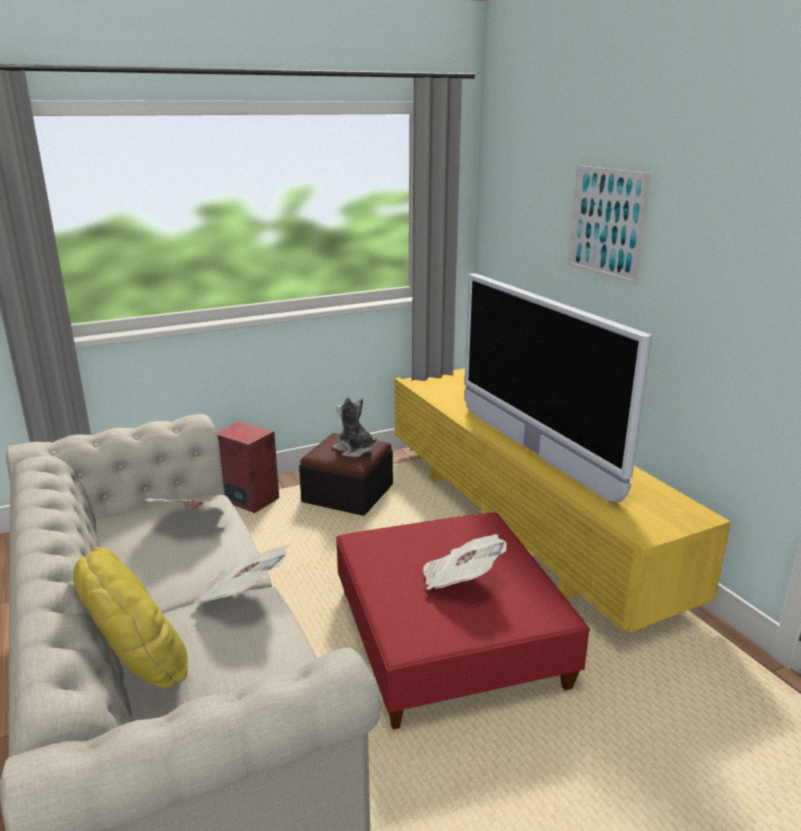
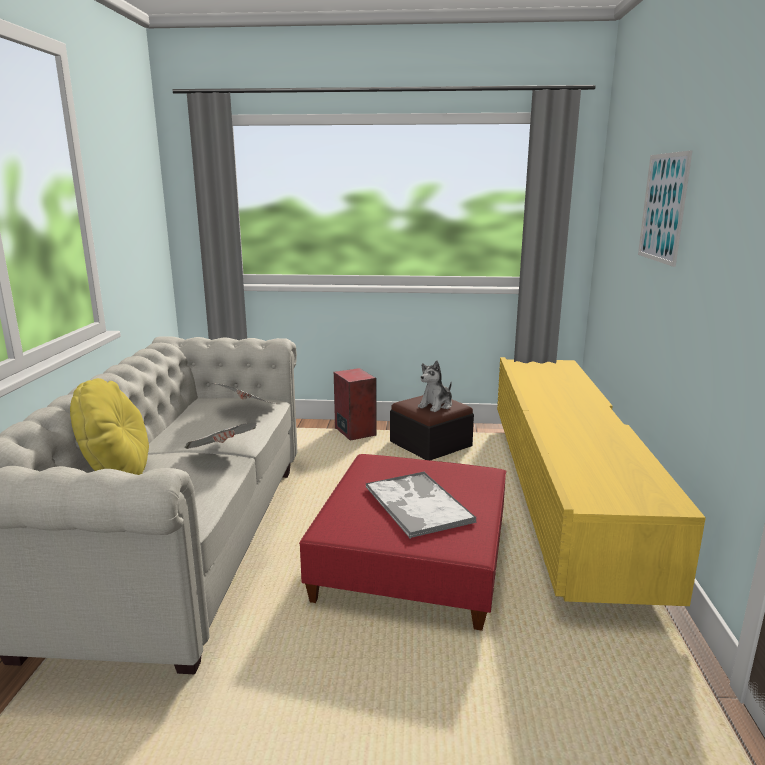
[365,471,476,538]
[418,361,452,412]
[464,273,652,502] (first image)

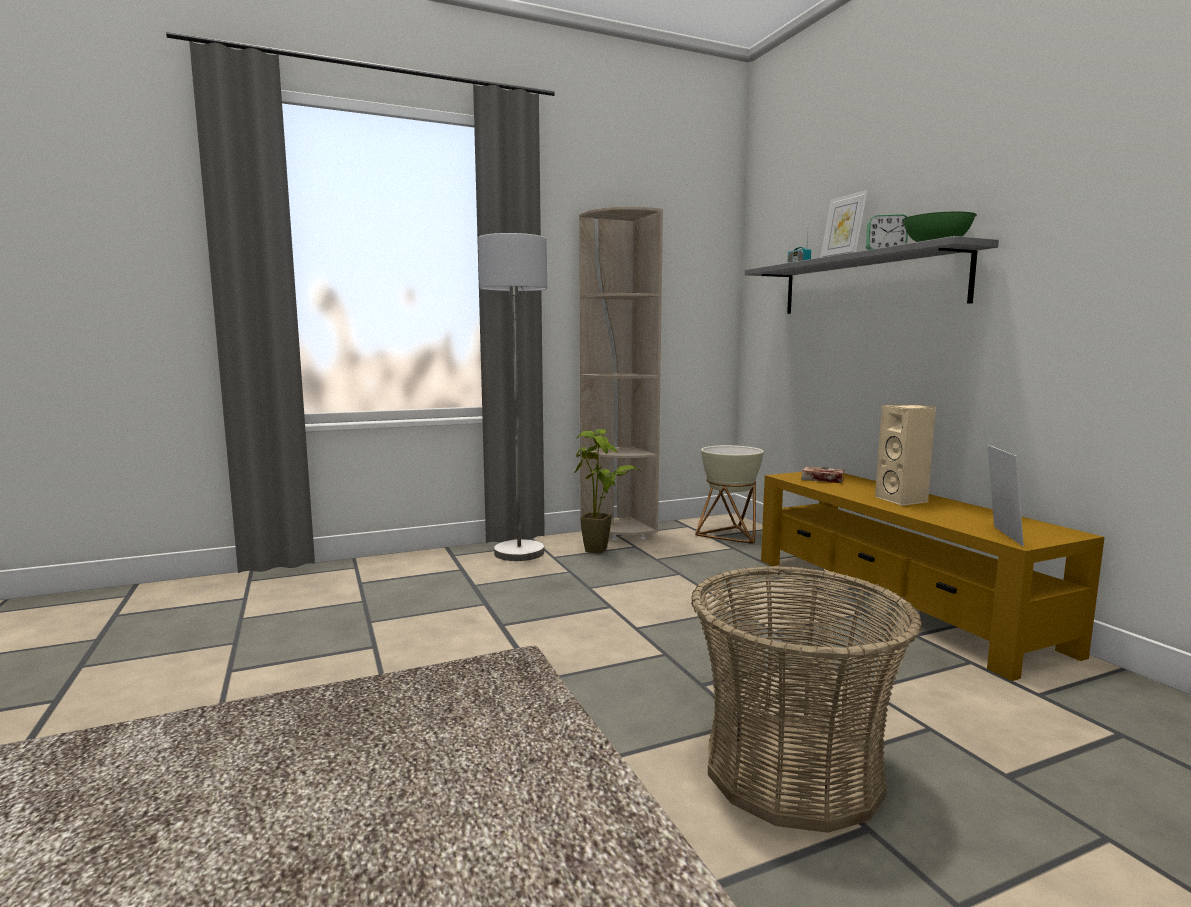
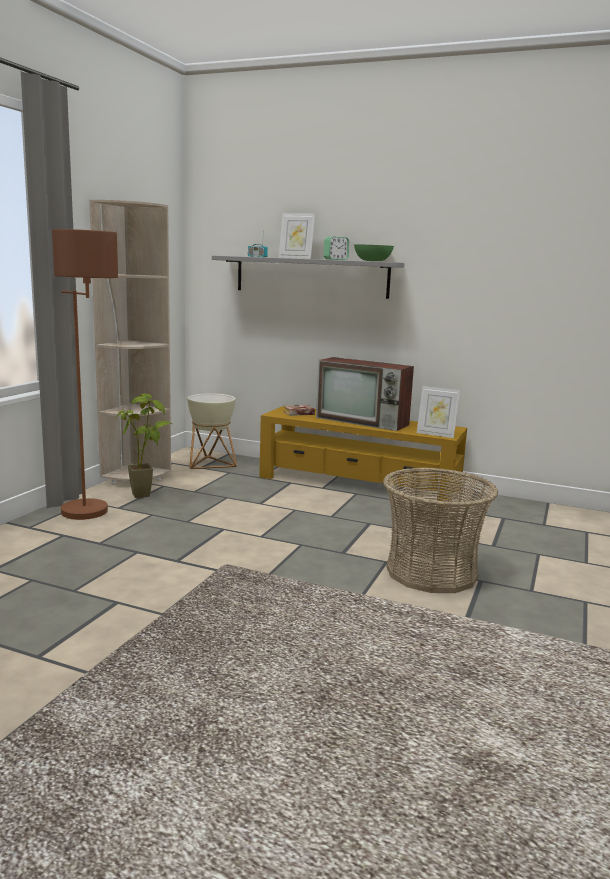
[52,229,118,520]
[316,357,414,431]
[417,386,460,438]

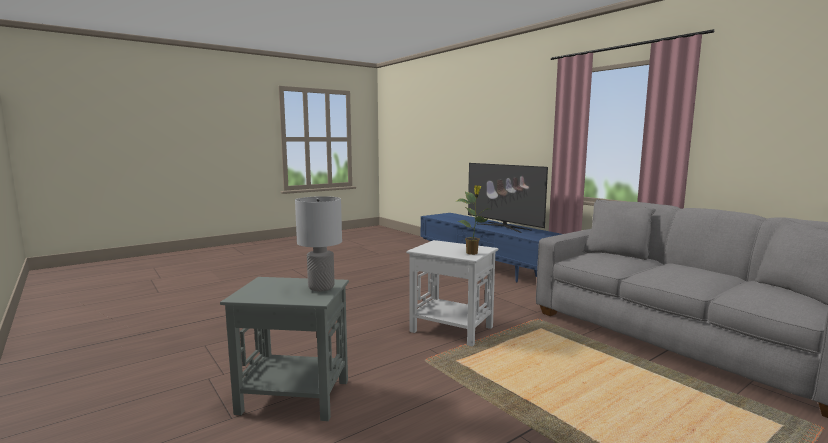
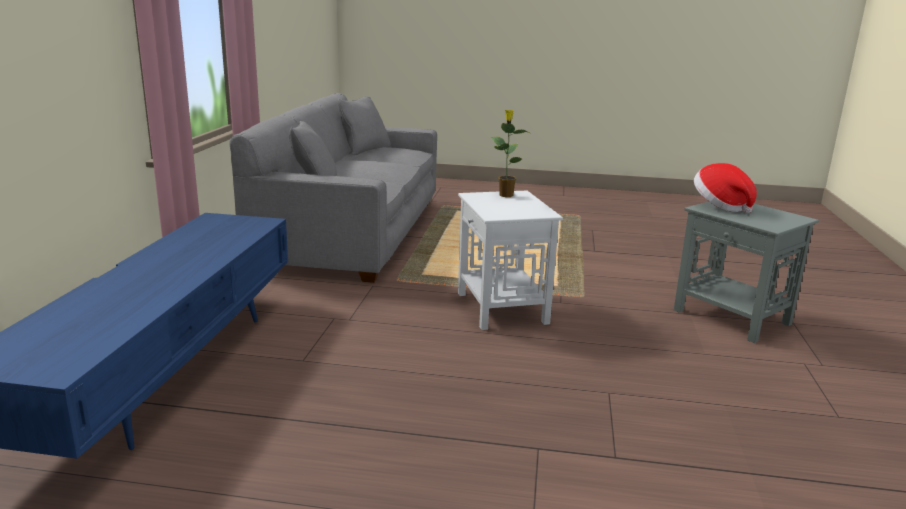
[694,163,757,213]
[468,163,548,233] (first image)

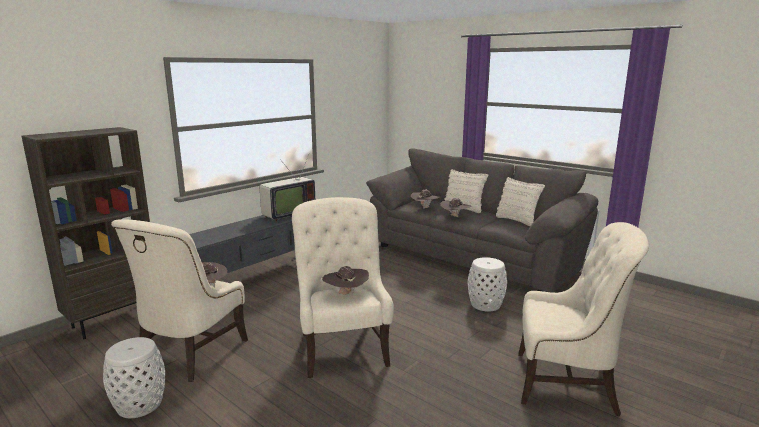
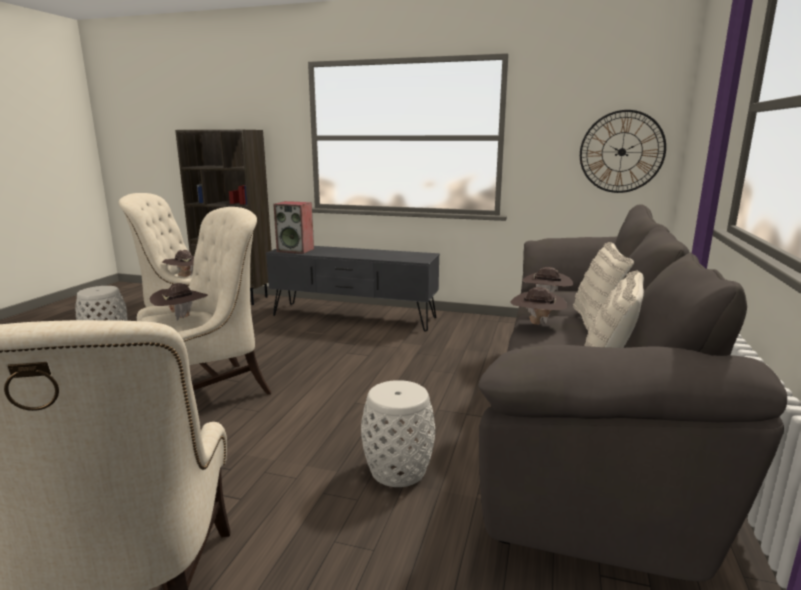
[273,201,314,254]
[580,110,666,193]
[260,155,315,222] (first image)

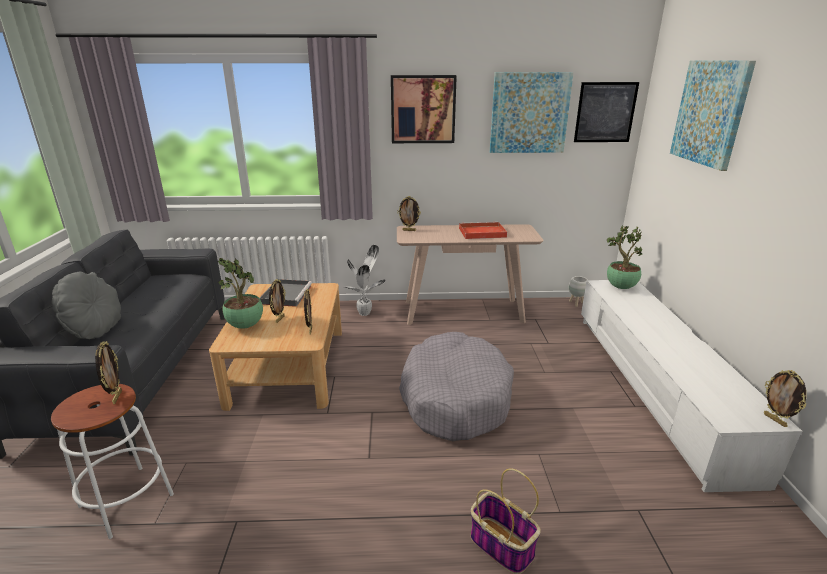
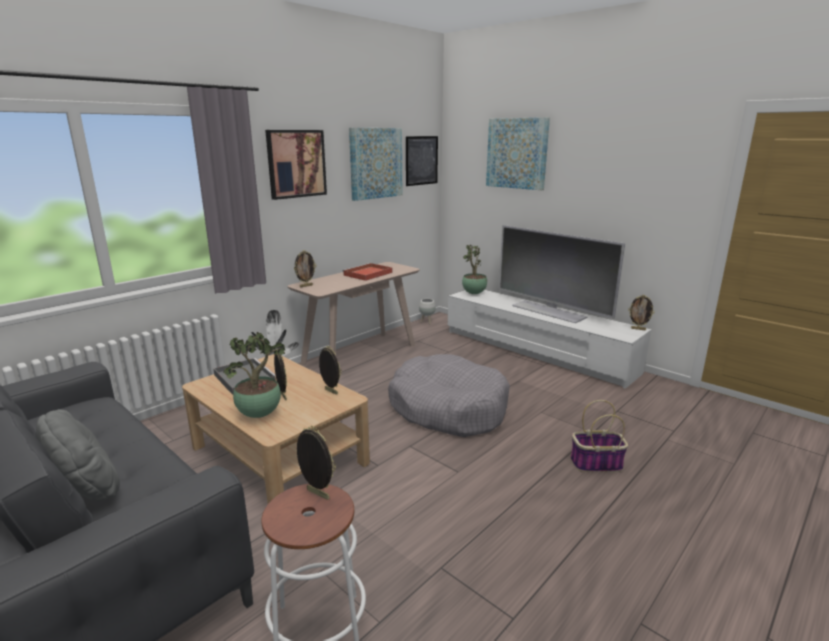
[499,225,625,323]

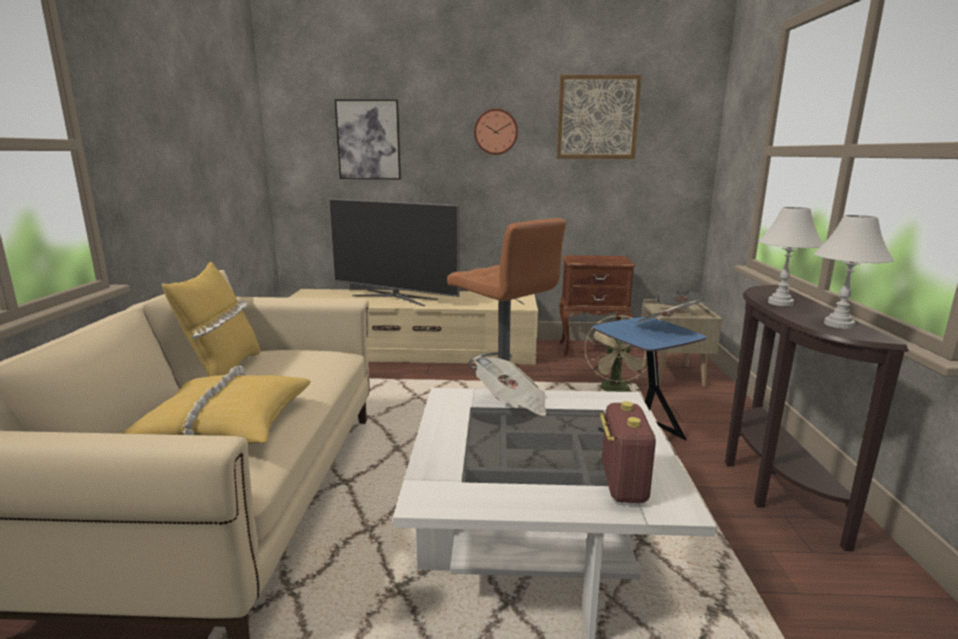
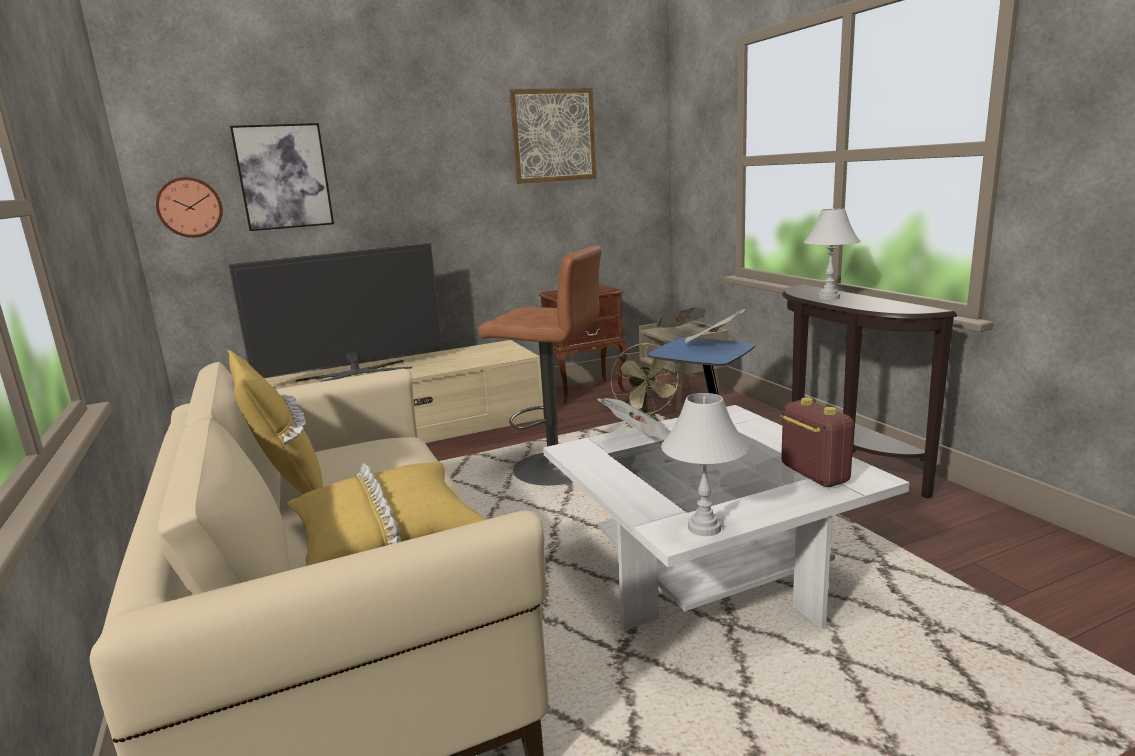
[156,177,223,238]
[228,243,443,382]
[661,393,749,536]

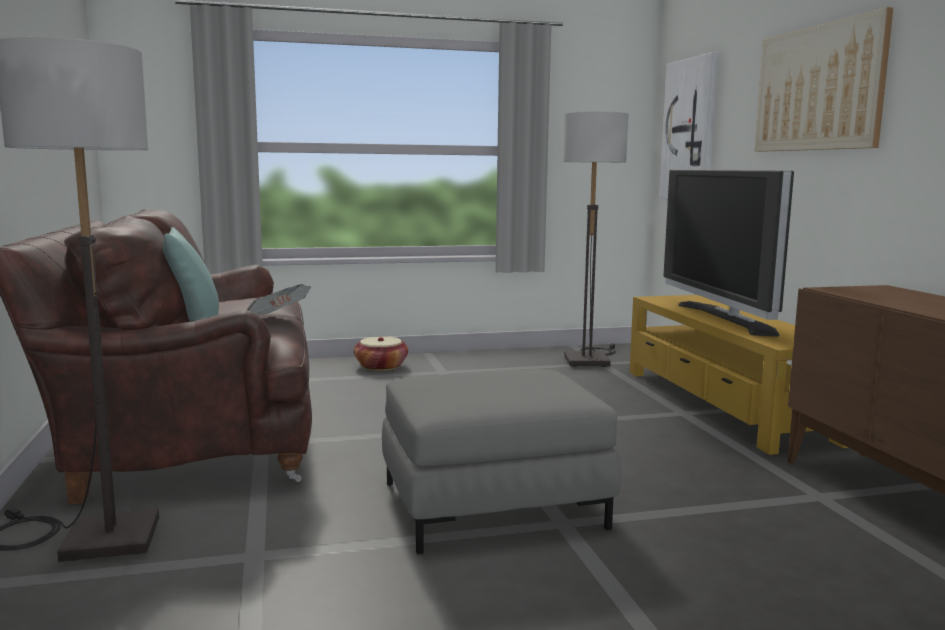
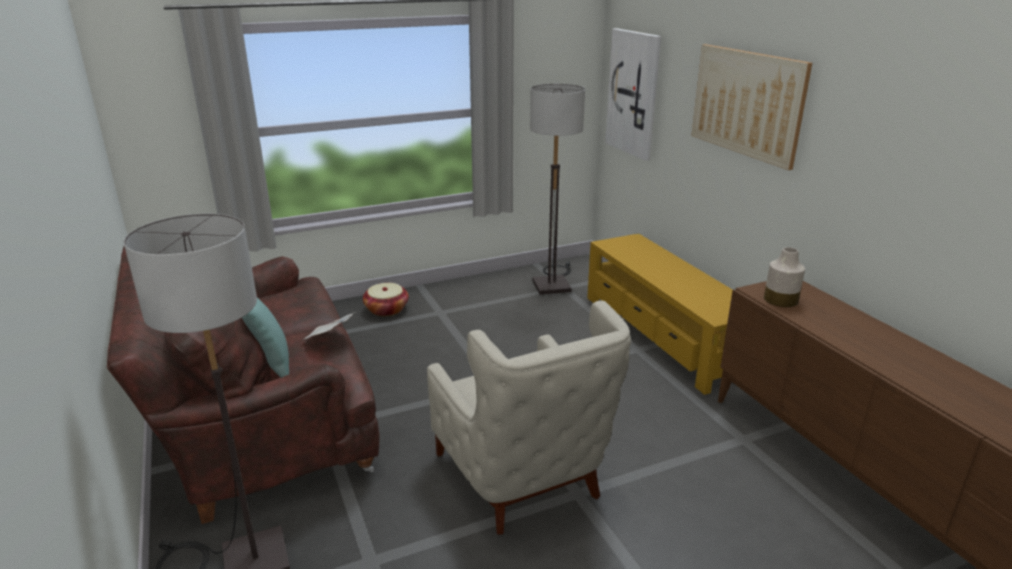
[427,301,631,535]
[764,247,805,307]
[663,170,794,336] (first image)

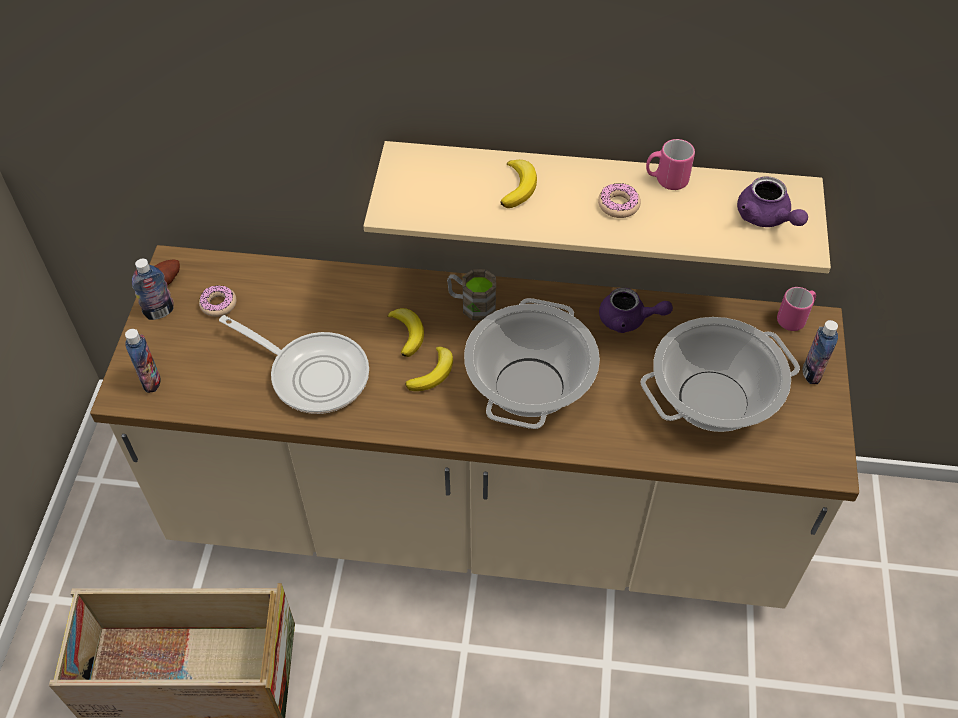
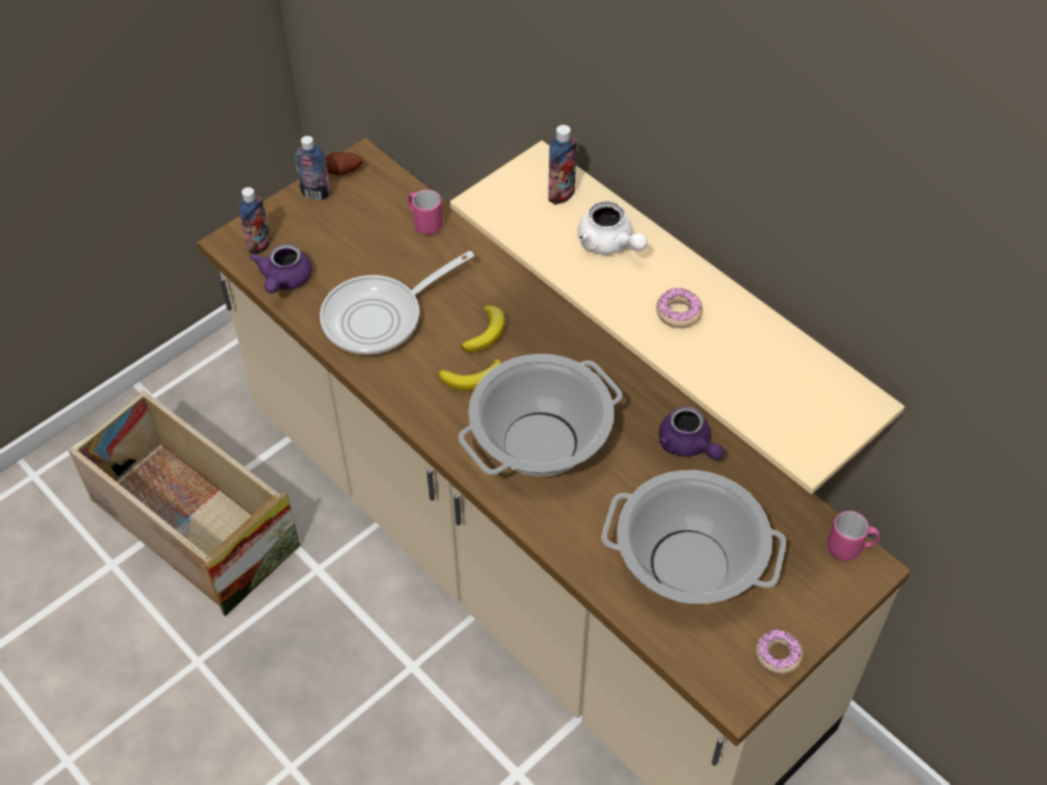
[250,244,312,293]
[320,251,474,355]
[407,190,443,235]
[548,125,577,205]
[578,201,648,254]
[756,629,803,674]
[447,269,496,321] (first image)

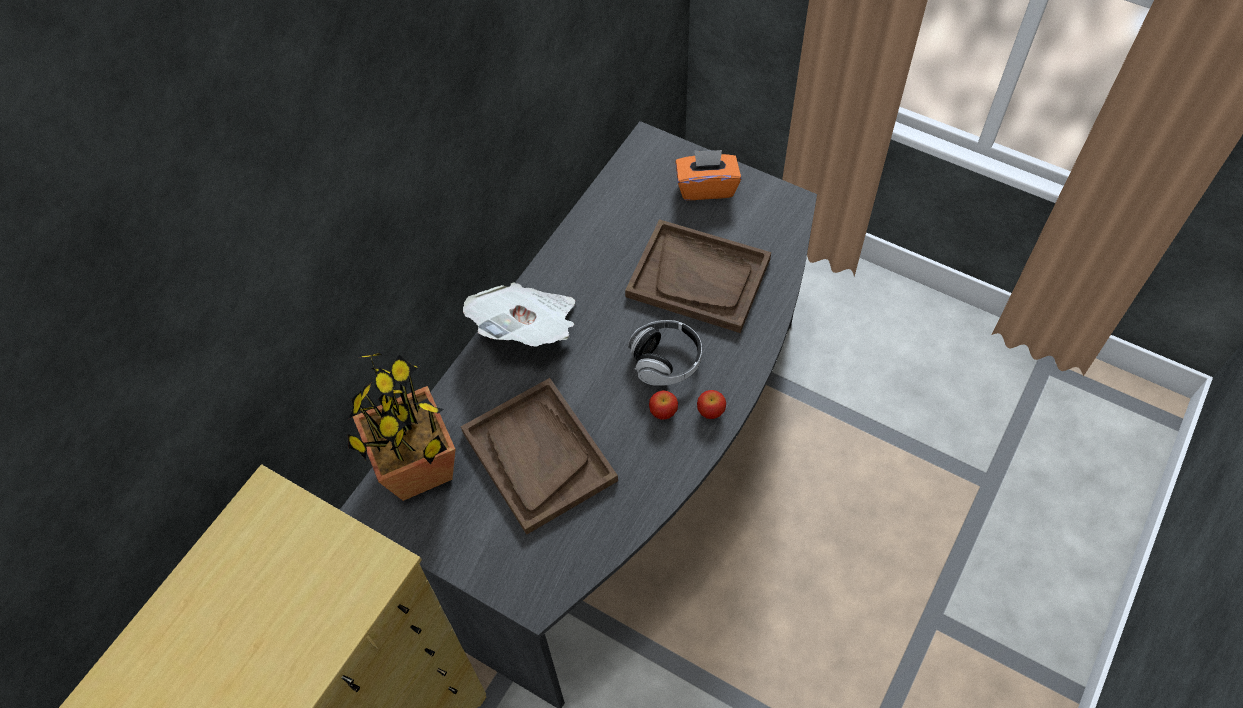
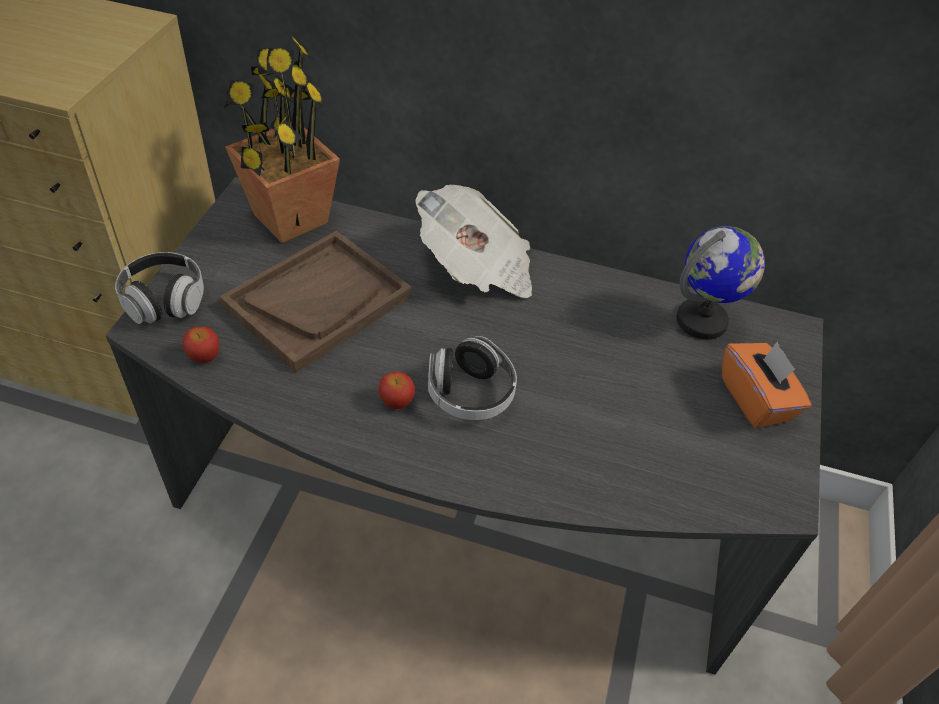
[115,252,204,324]
[182,326,220,363]
[676,226,765,340]
[625,219,771,333] (first image)

